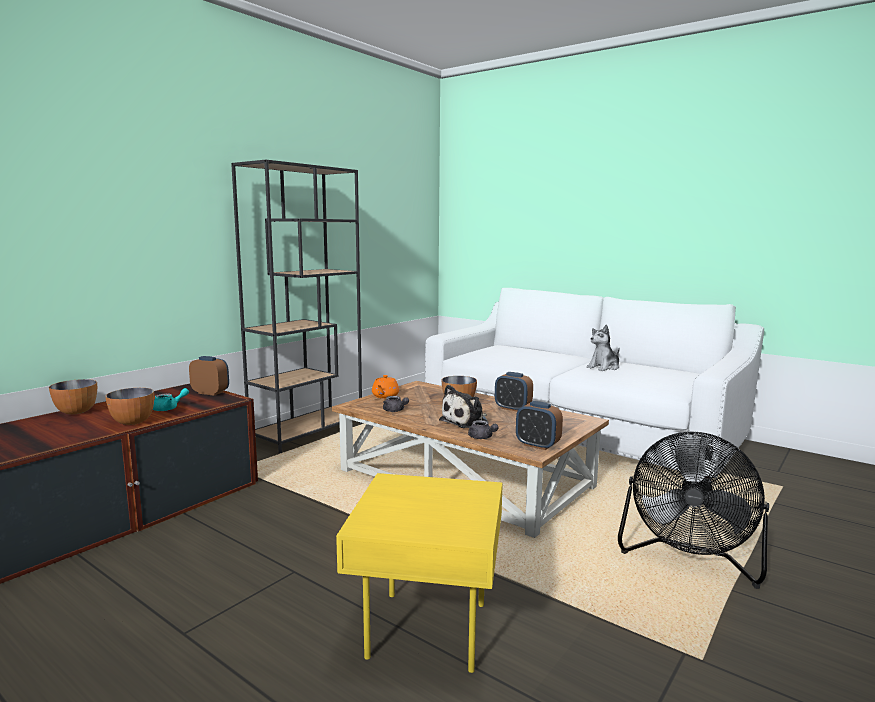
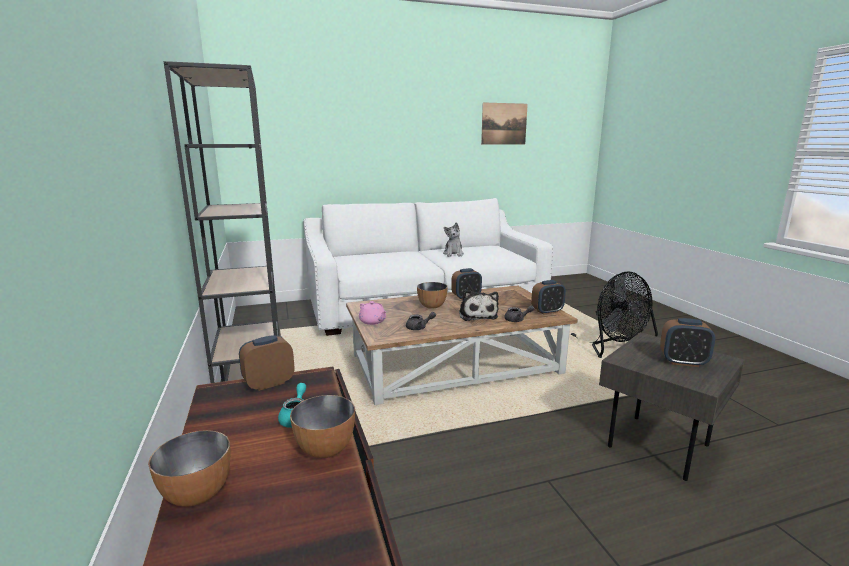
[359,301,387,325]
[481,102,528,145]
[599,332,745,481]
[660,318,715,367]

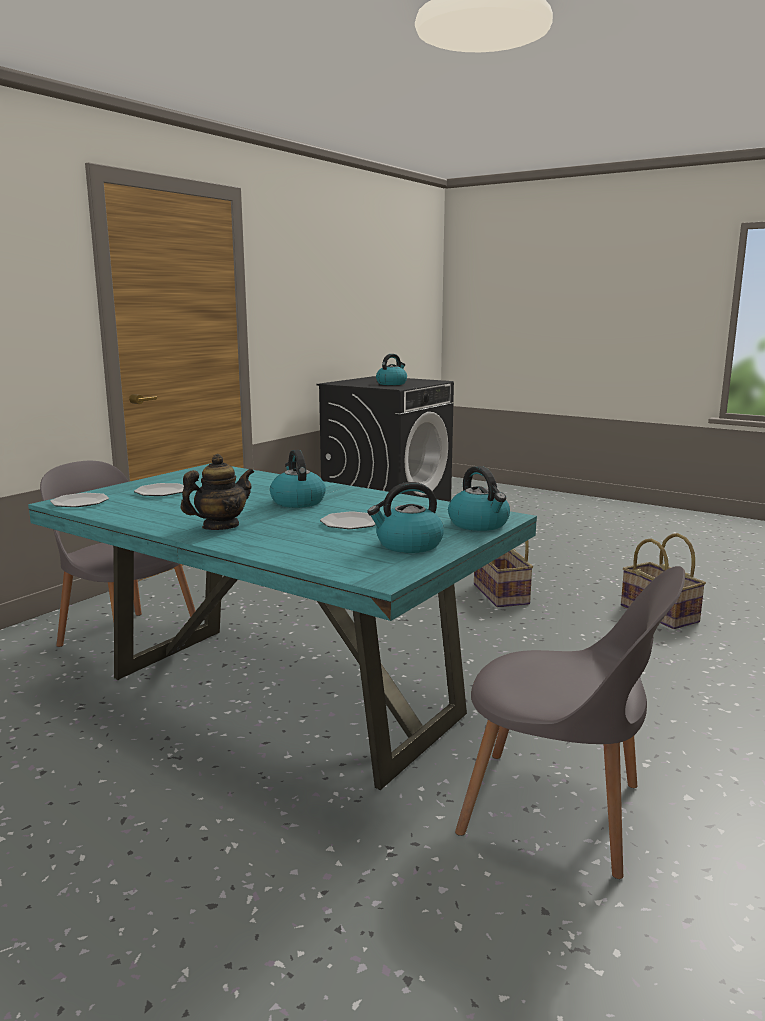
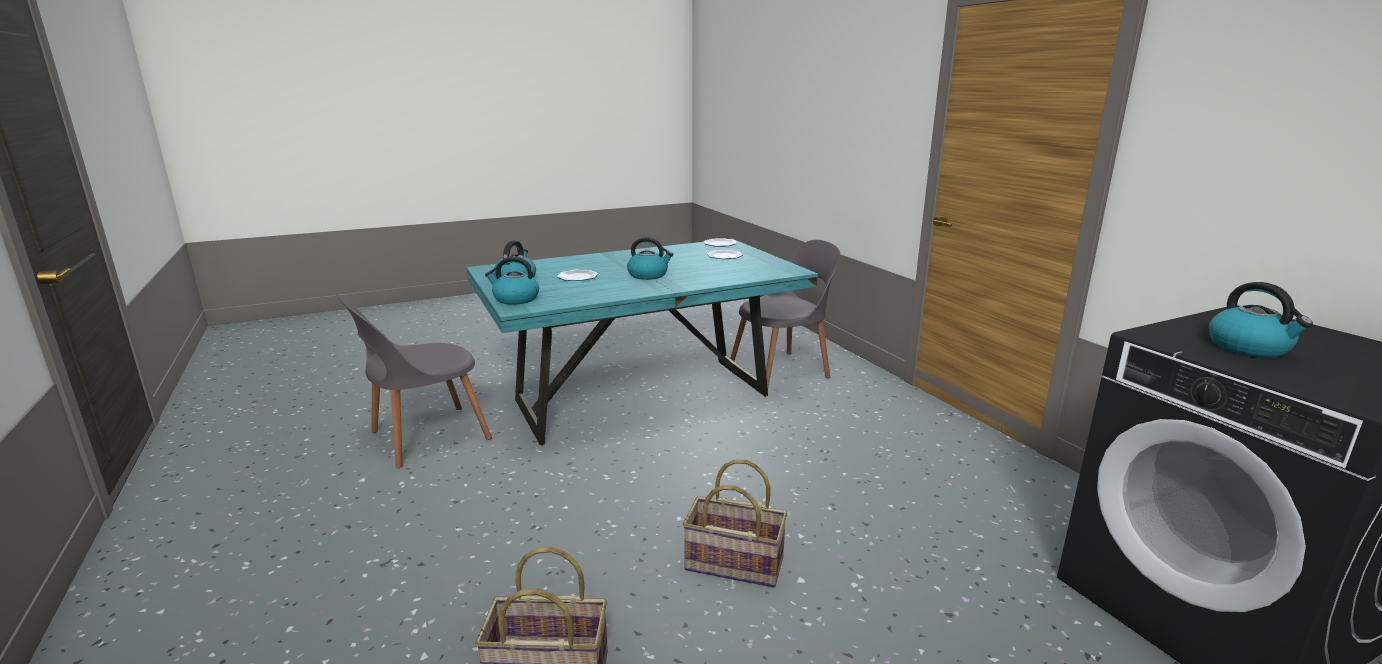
[181,454,254,530] (first image)

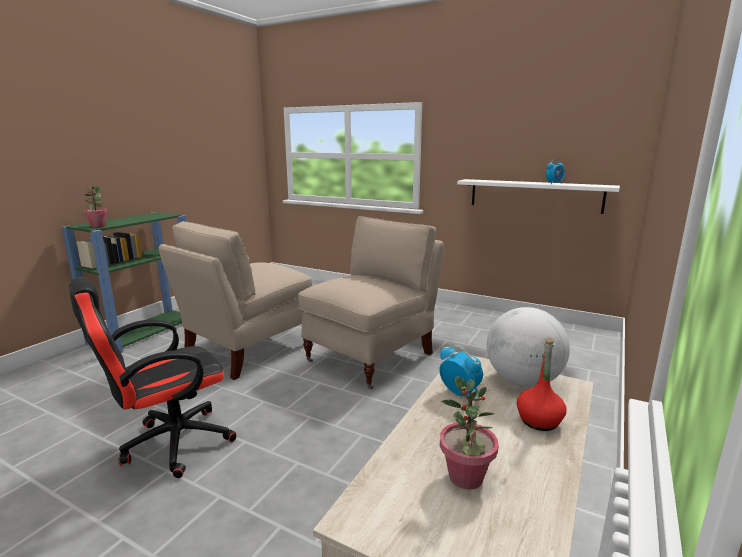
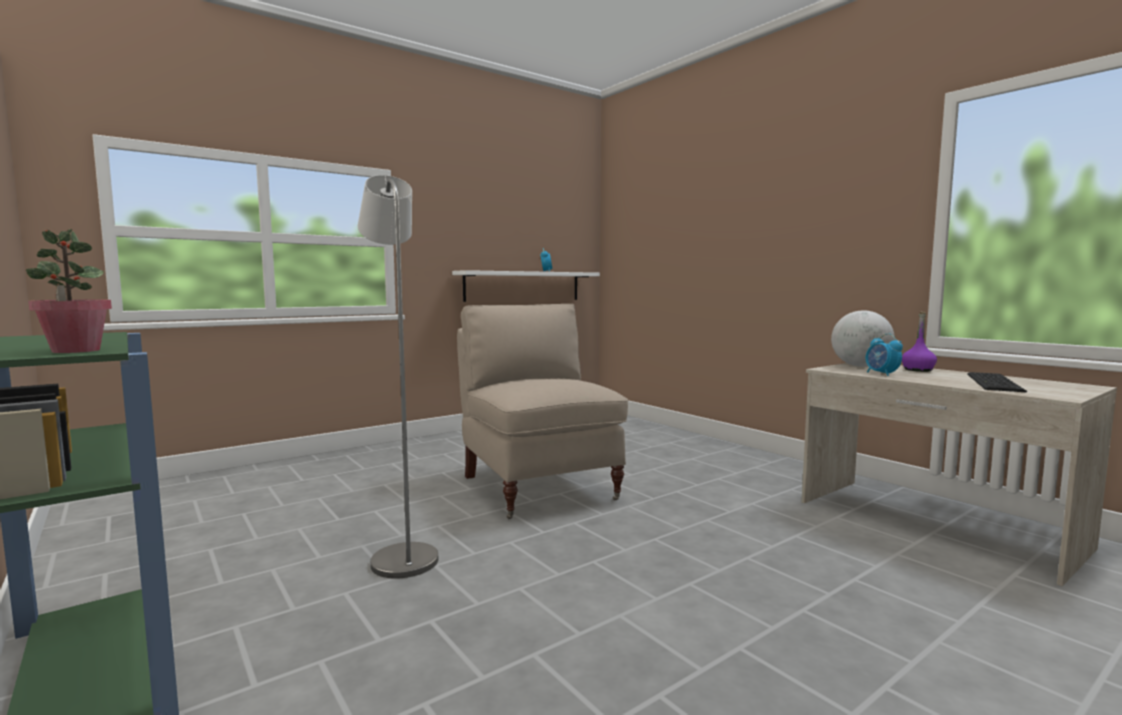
[358,175,438,579]
[866,333,903,376]
[902,312,937,372]
[967,372,1027,393]
[69,277,236,478] (first image)

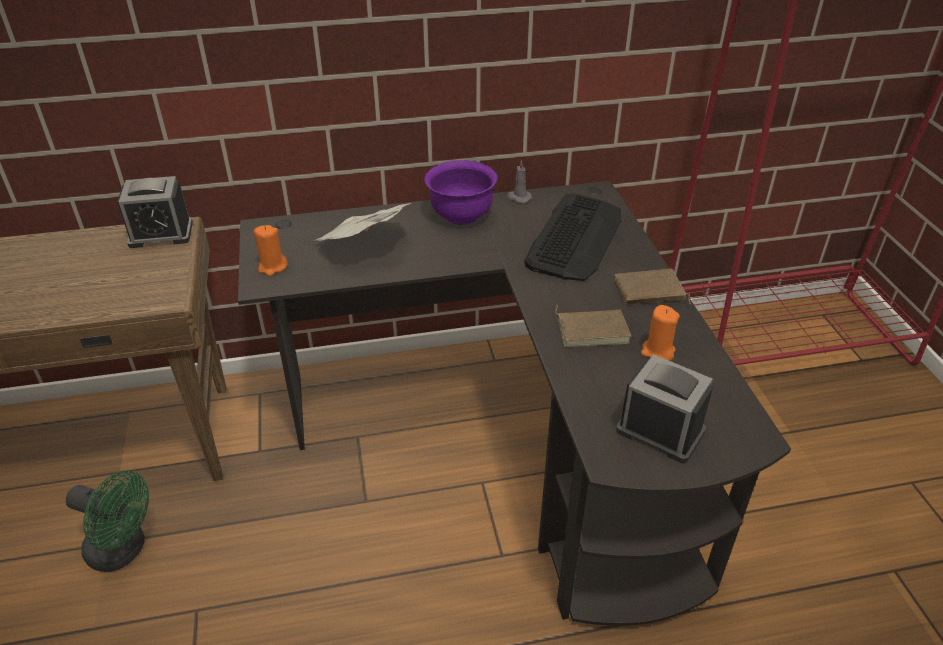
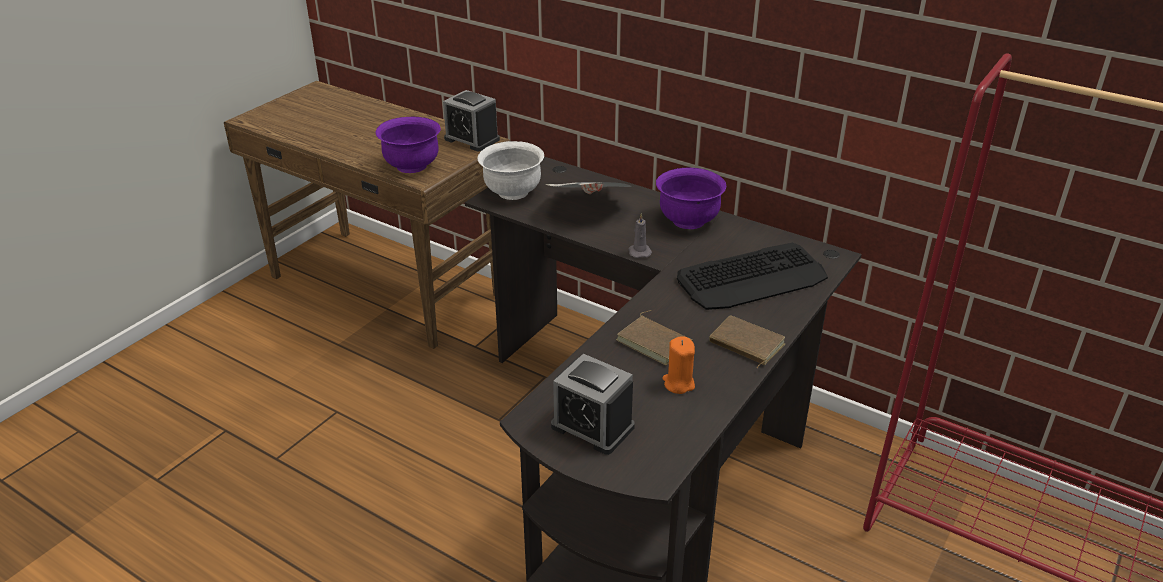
[375,117,441,173]
[478,141,544,200]
[551,354,635,455]
[628,213,652,258]
[66,471,149,572] (first image)

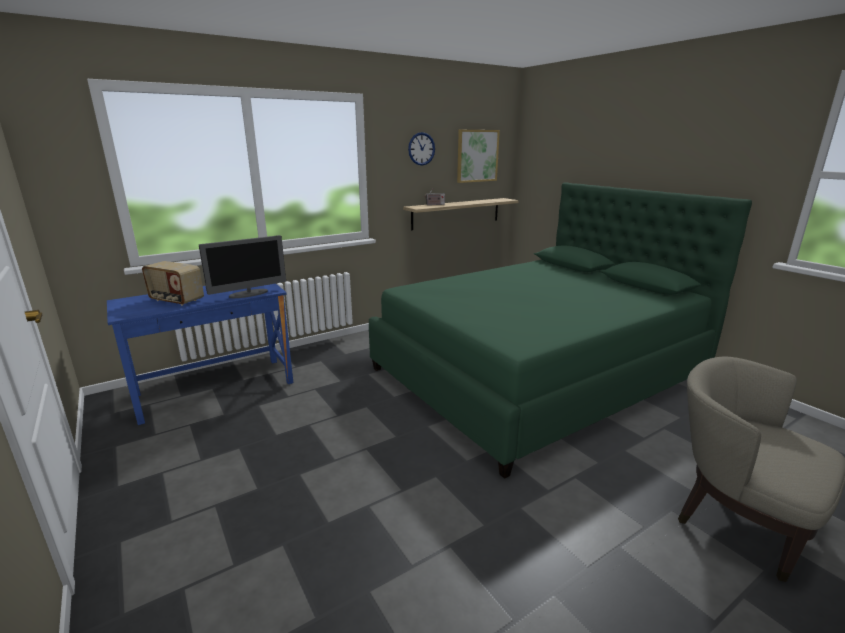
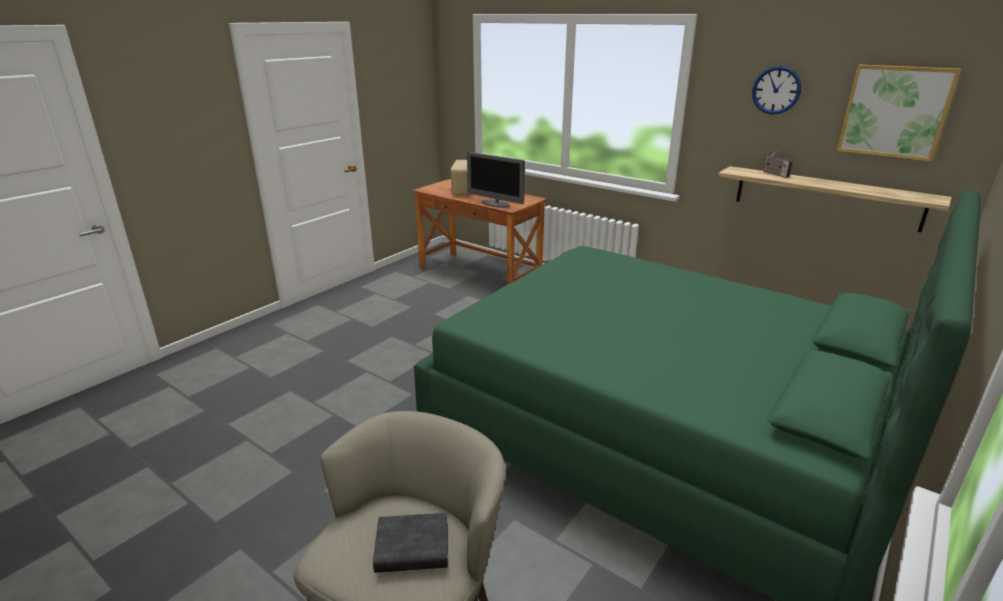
[373,513,448,573]
[412,179,547,285]

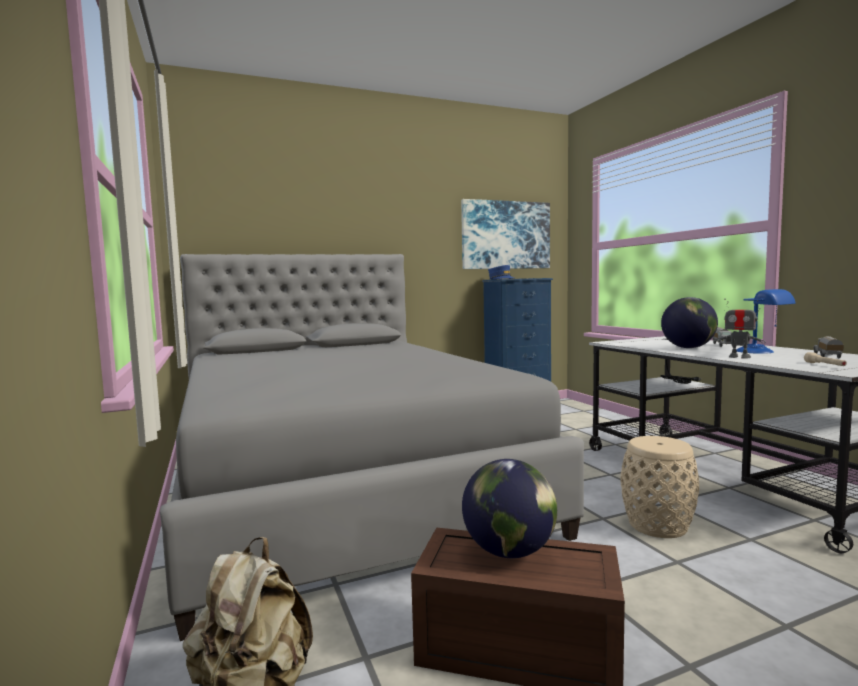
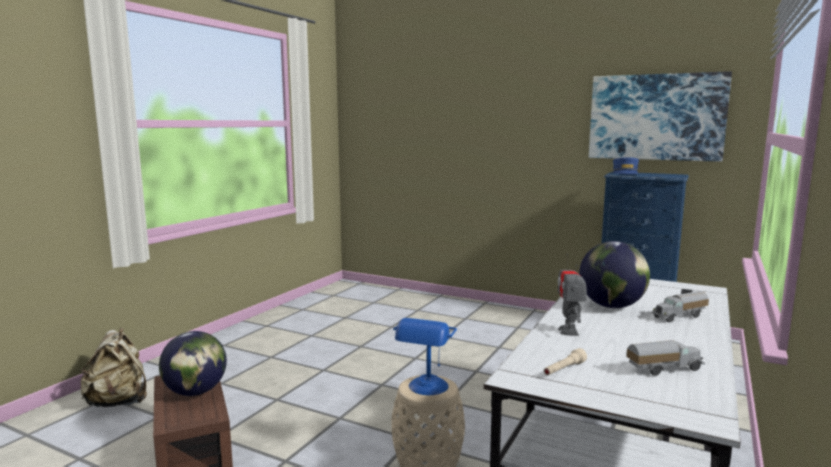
[393,318,457,395]
[160,254,584,641] (first image)

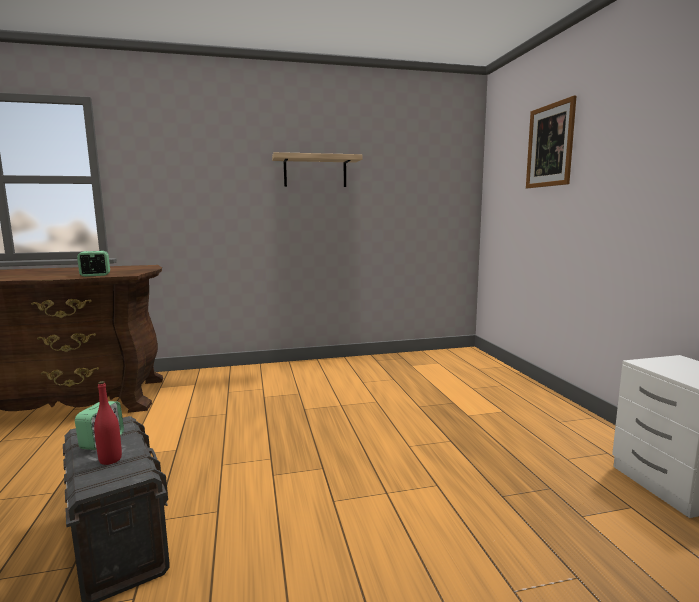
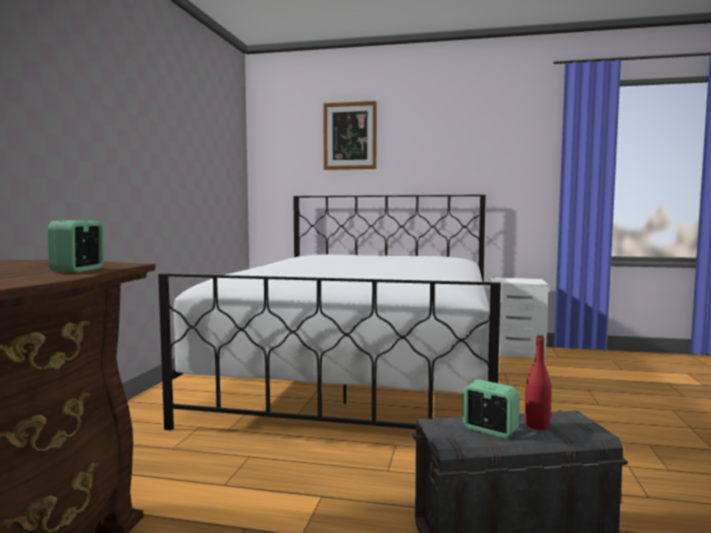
[158,195,501,431]
[272,152,363,187] (first image)

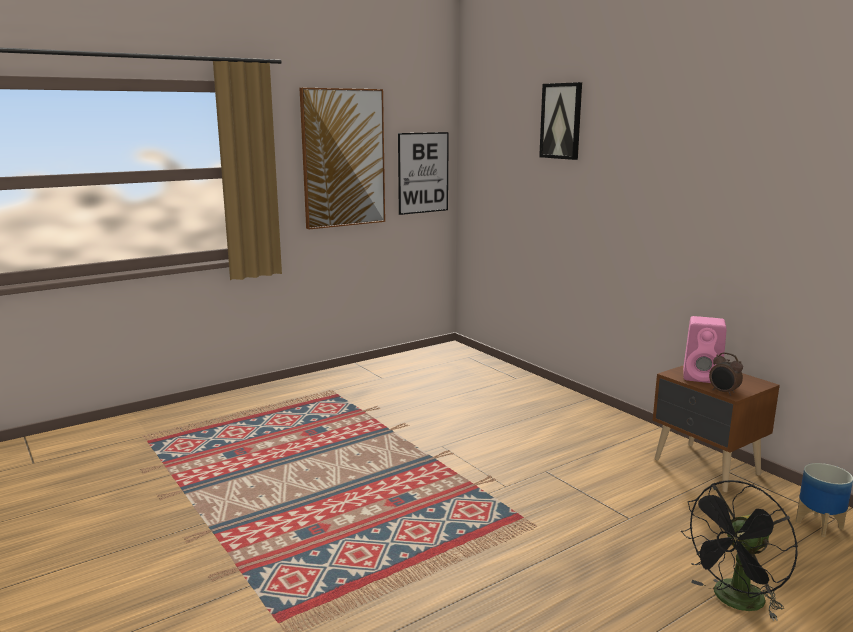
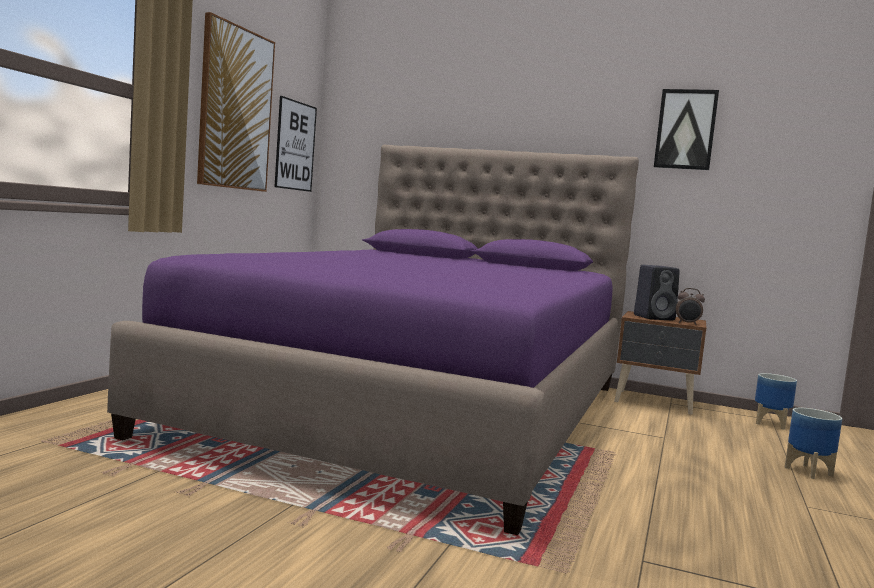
[107,145,639,535]
[634,265,679,320]
[654,89,719,170]
[785,408,842,479]

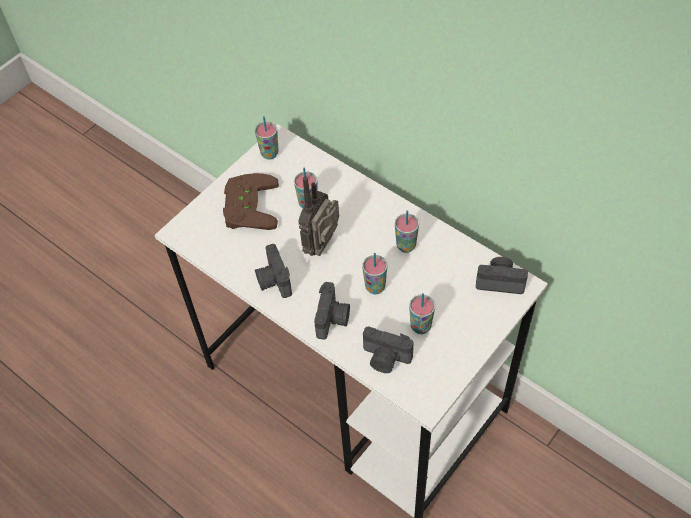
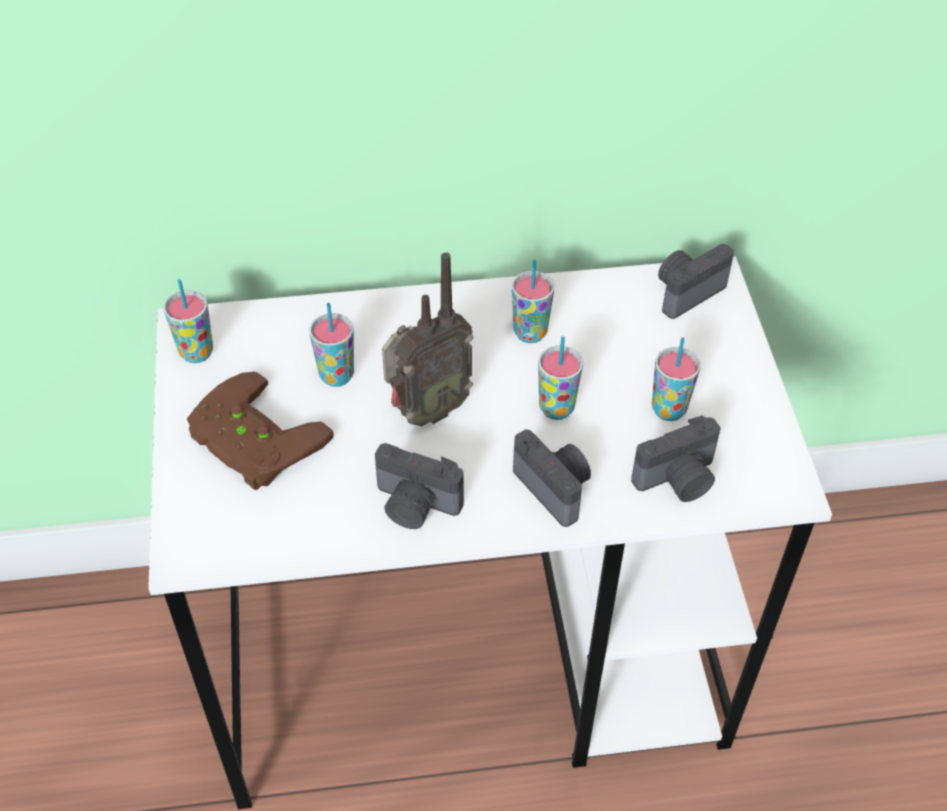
[382,253,473,426]

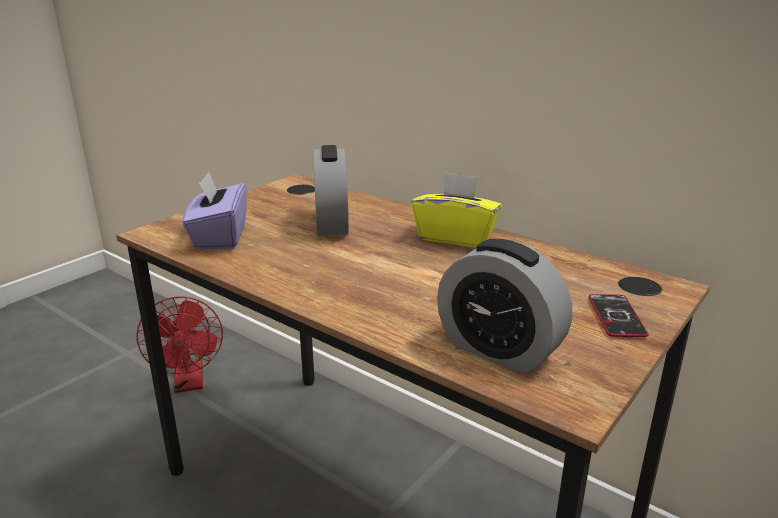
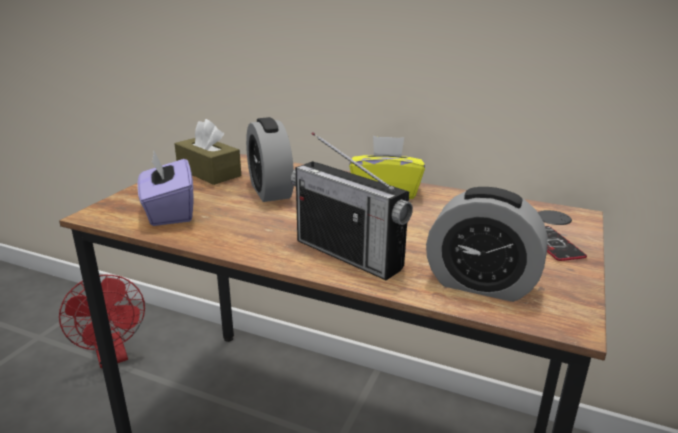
[175,119,241,185]
[291,132,413,280]

